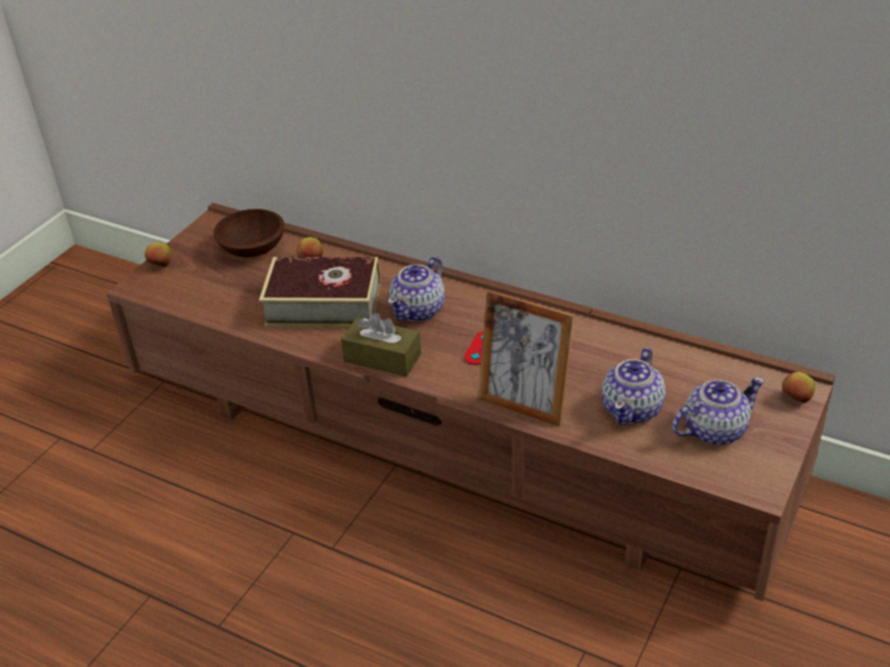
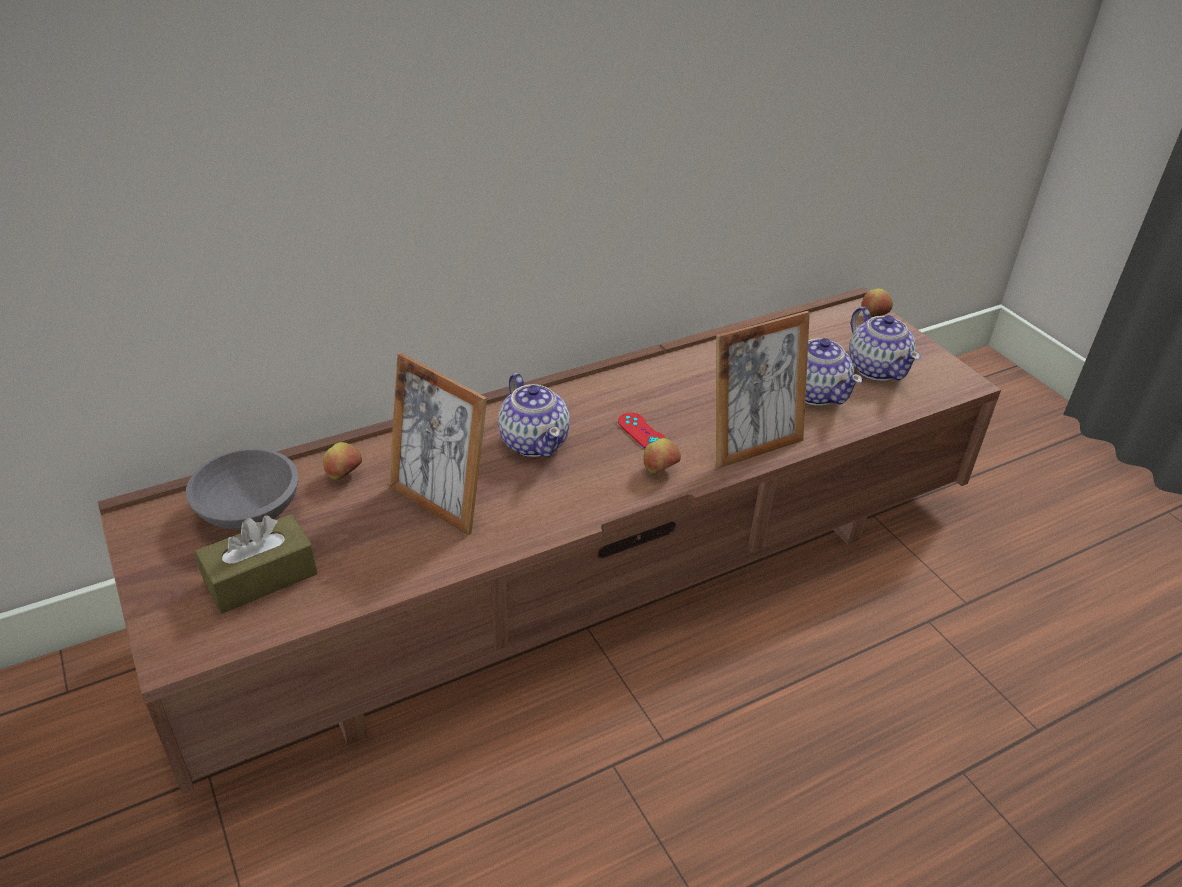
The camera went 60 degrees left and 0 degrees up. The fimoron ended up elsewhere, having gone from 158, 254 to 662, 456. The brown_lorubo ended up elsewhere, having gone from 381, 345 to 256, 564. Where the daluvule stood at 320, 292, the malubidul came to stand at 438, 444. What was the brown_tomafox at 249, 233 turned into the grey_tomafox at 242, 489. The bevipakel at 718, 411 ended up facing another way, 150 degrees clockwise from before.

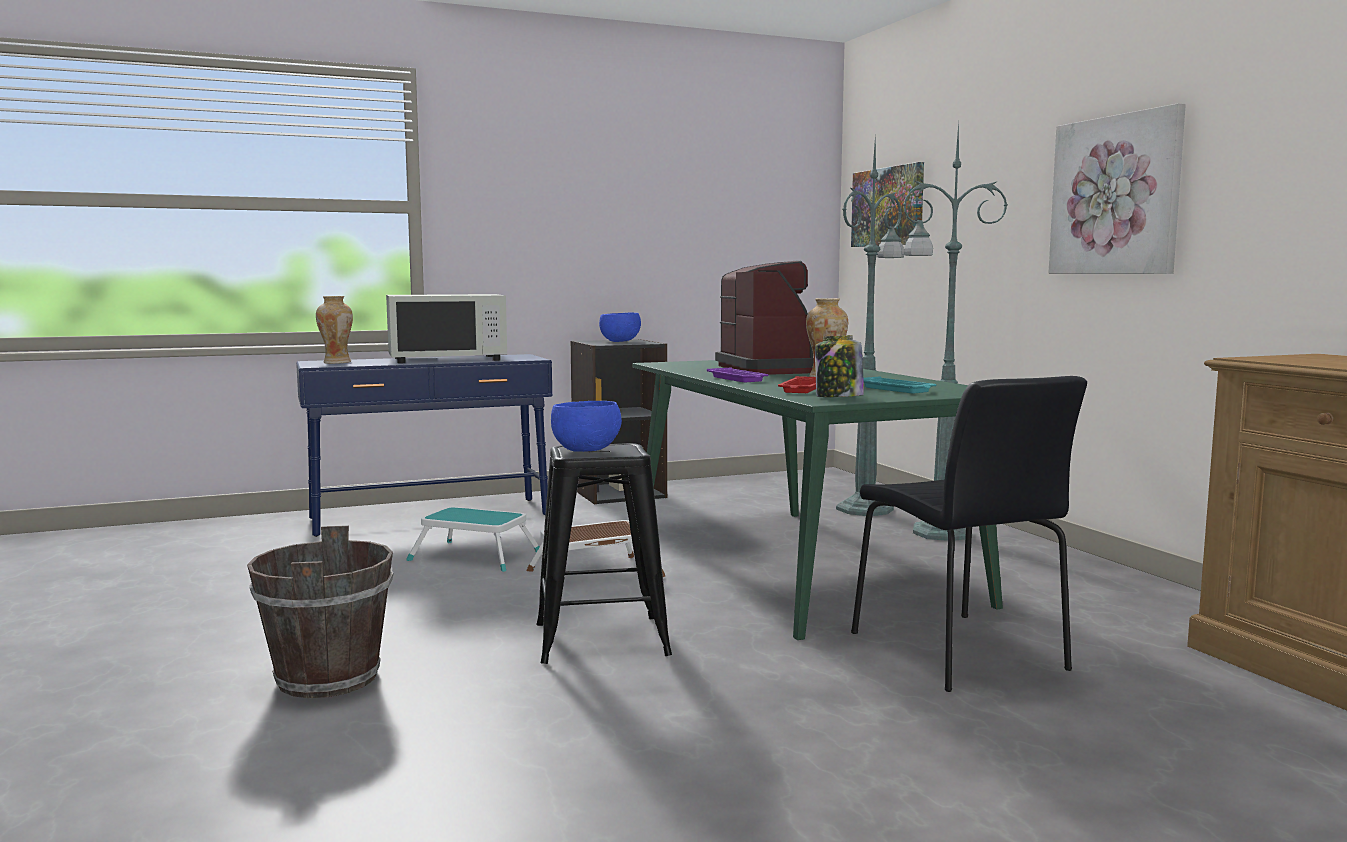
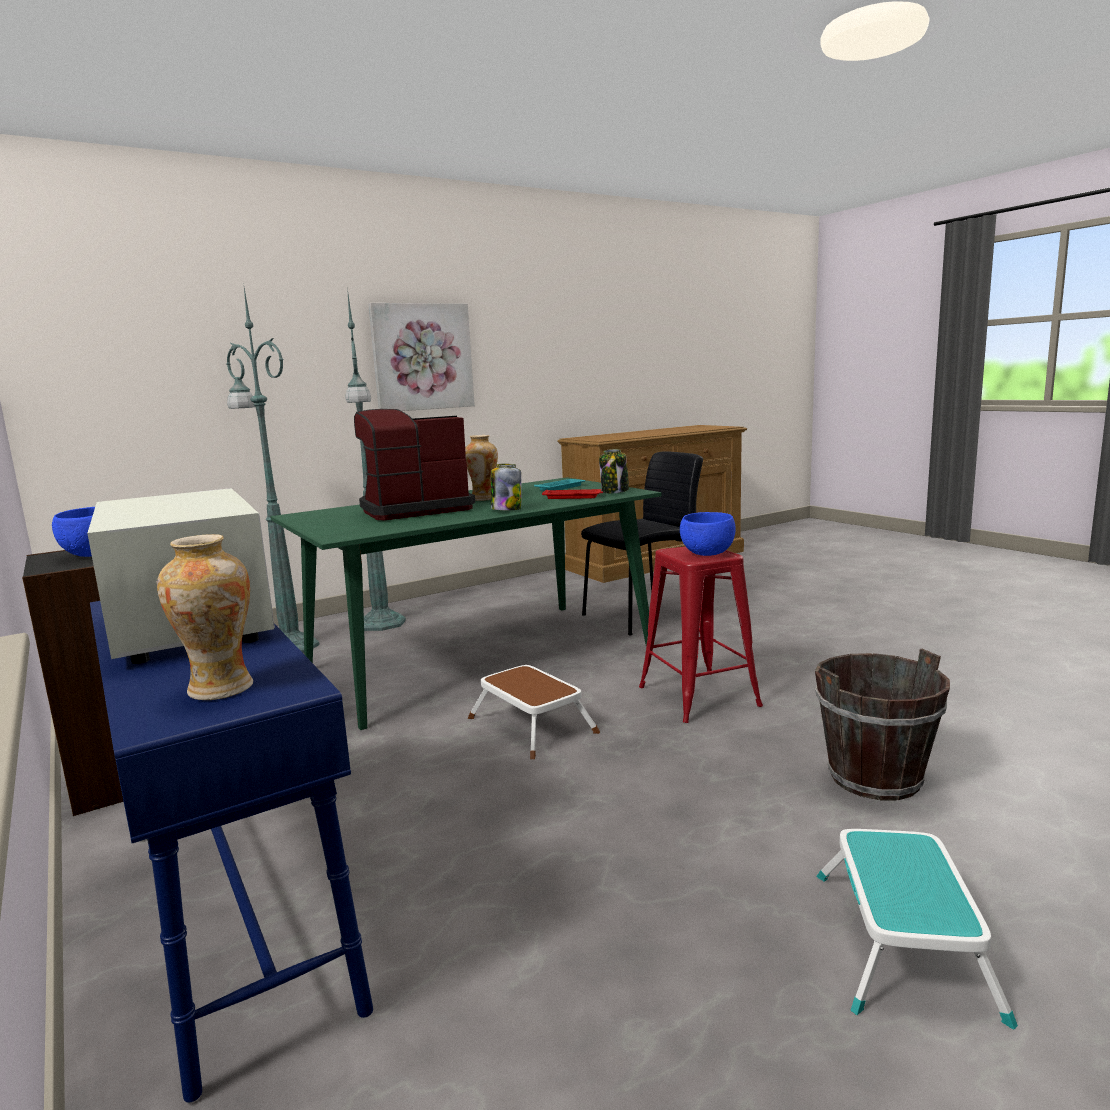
The camera went 100 degrees left and 5 degrees up. The second view lost the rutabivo at 887, 204. The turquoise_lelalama ended up elsewhere, having gone from 472, 539 to 917, 929. Where the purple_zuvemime stood at 738, 375, the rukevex came to stand at 506, 487. What was the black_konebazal at 604, 553 turned into the red_konebazal at 701, 634.

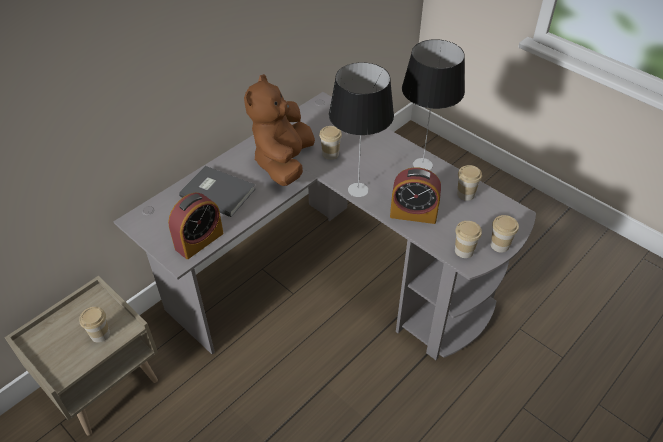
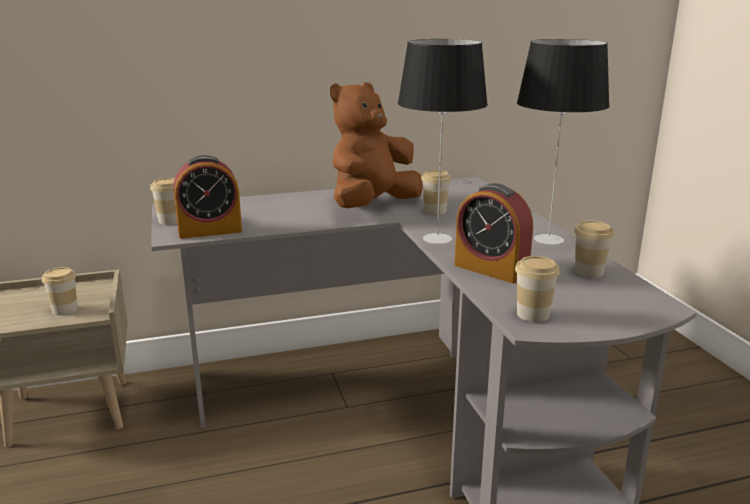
The camera went 30 degrees right and 25 degrees down. The second view lost the grey_daluvule at 217, 191. The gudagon ended up elsewhere, having gone from 504, 234 to 163, 201.

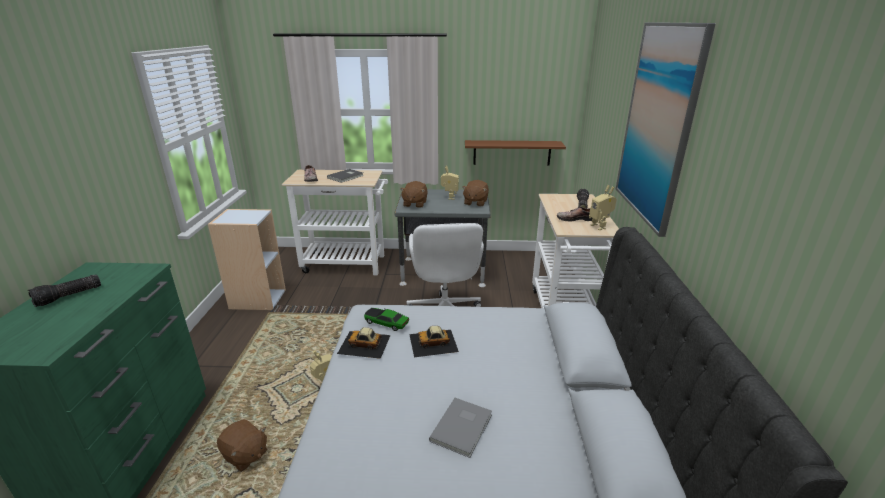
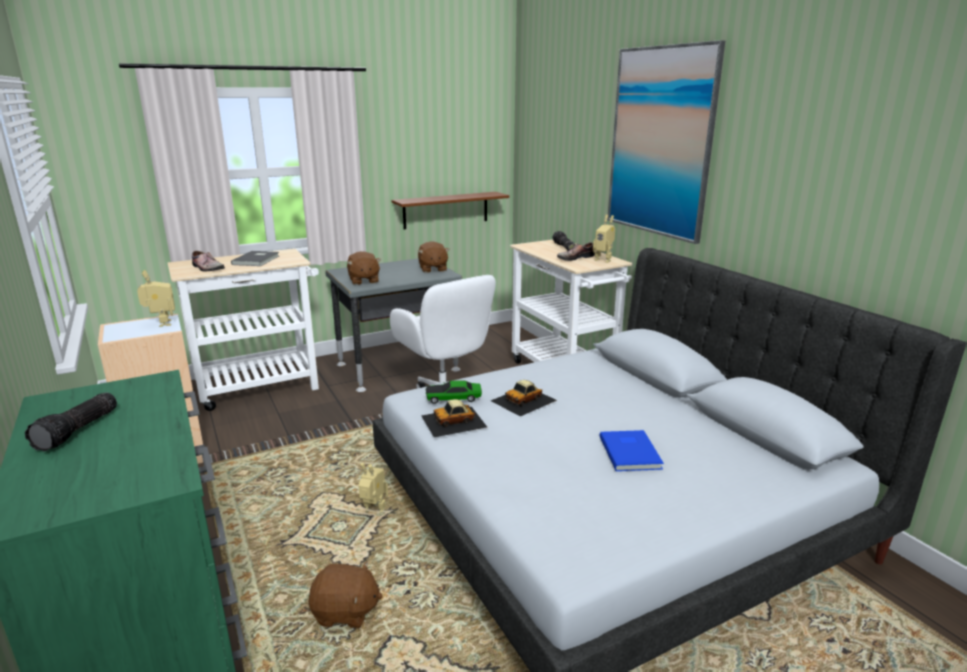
The camera went 30 degrees left and 5 degrees down. The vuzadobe ended up elsewhere, having gone from 450, 183 to 156, 298. What was the grey_daluvule at 460, 428 turned into the blue_daluvule at 631, 450.

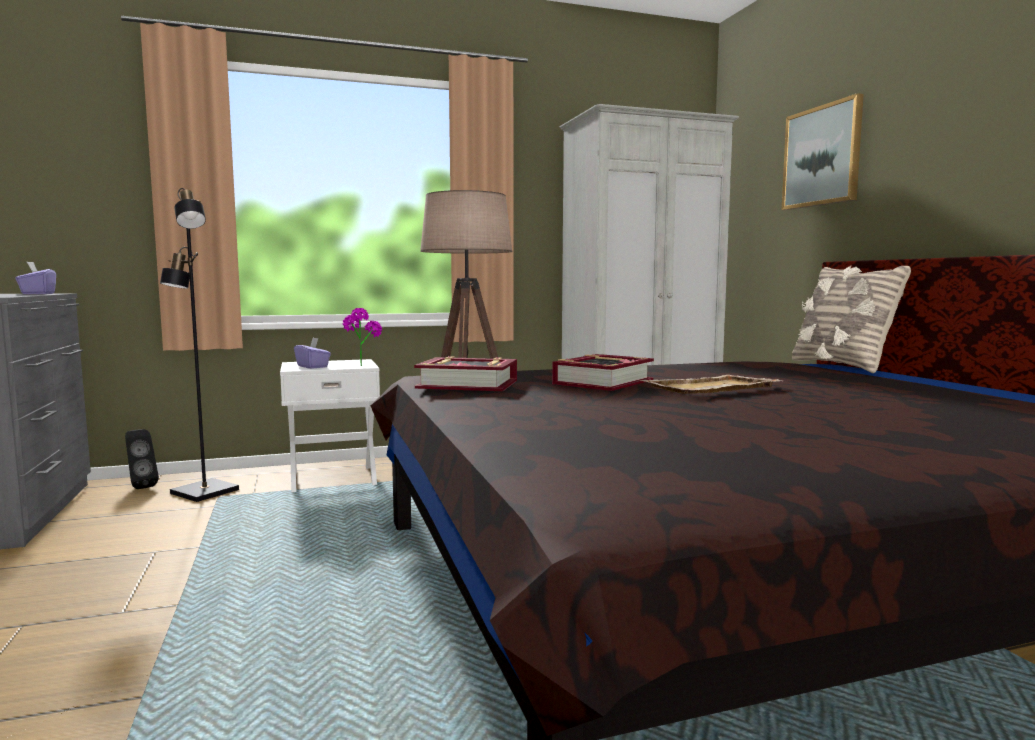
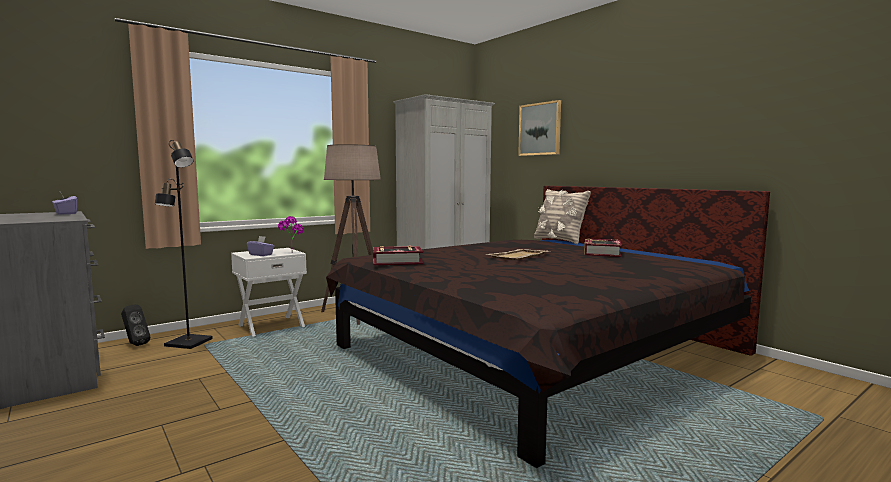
The camera went 20 degrees left and 0 degrees up. The daluvule ended up elsewhere, having gone from 603, 372 to 603, 248.

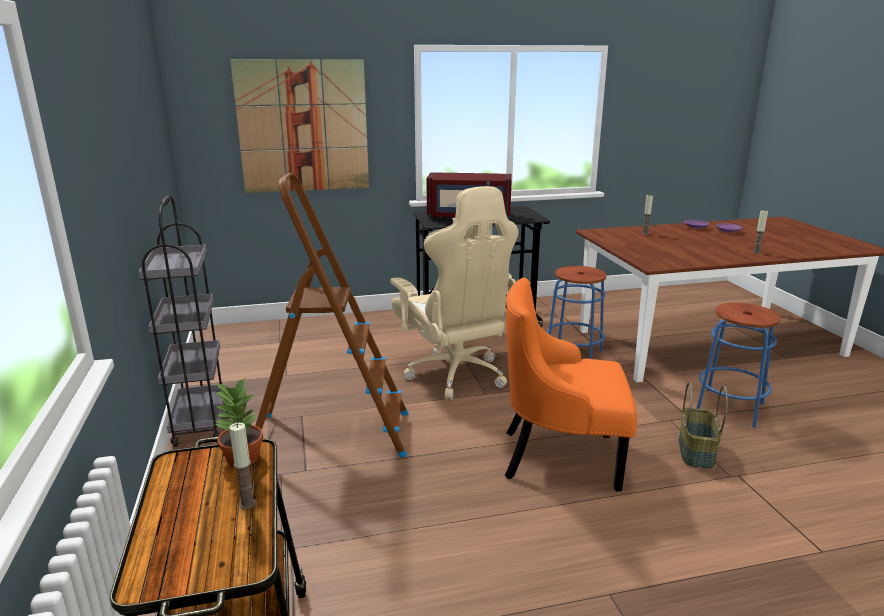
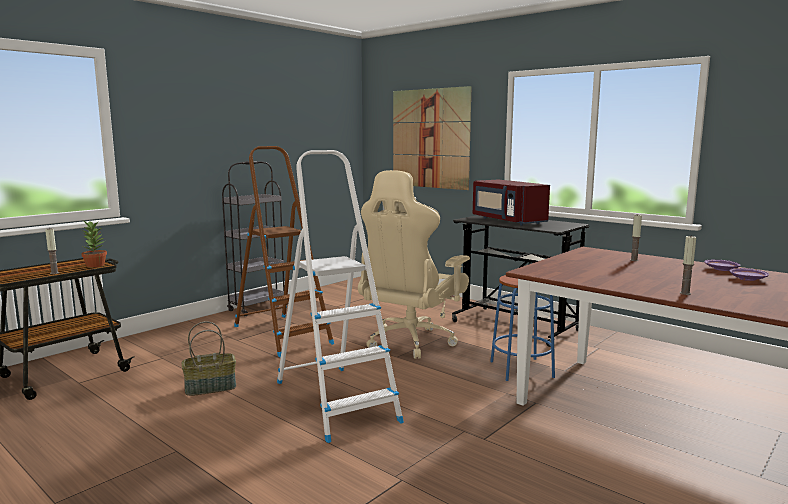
The camera went 55 degrees right and 10 degrees down. The second view lost the blue_konebazal at 738, 365. The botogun ended up elsewhere, having gone from 703, 425 to 208, 358. Where the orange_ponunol stood at 571, 384, the white_lelalama came to stand at 340, 296.

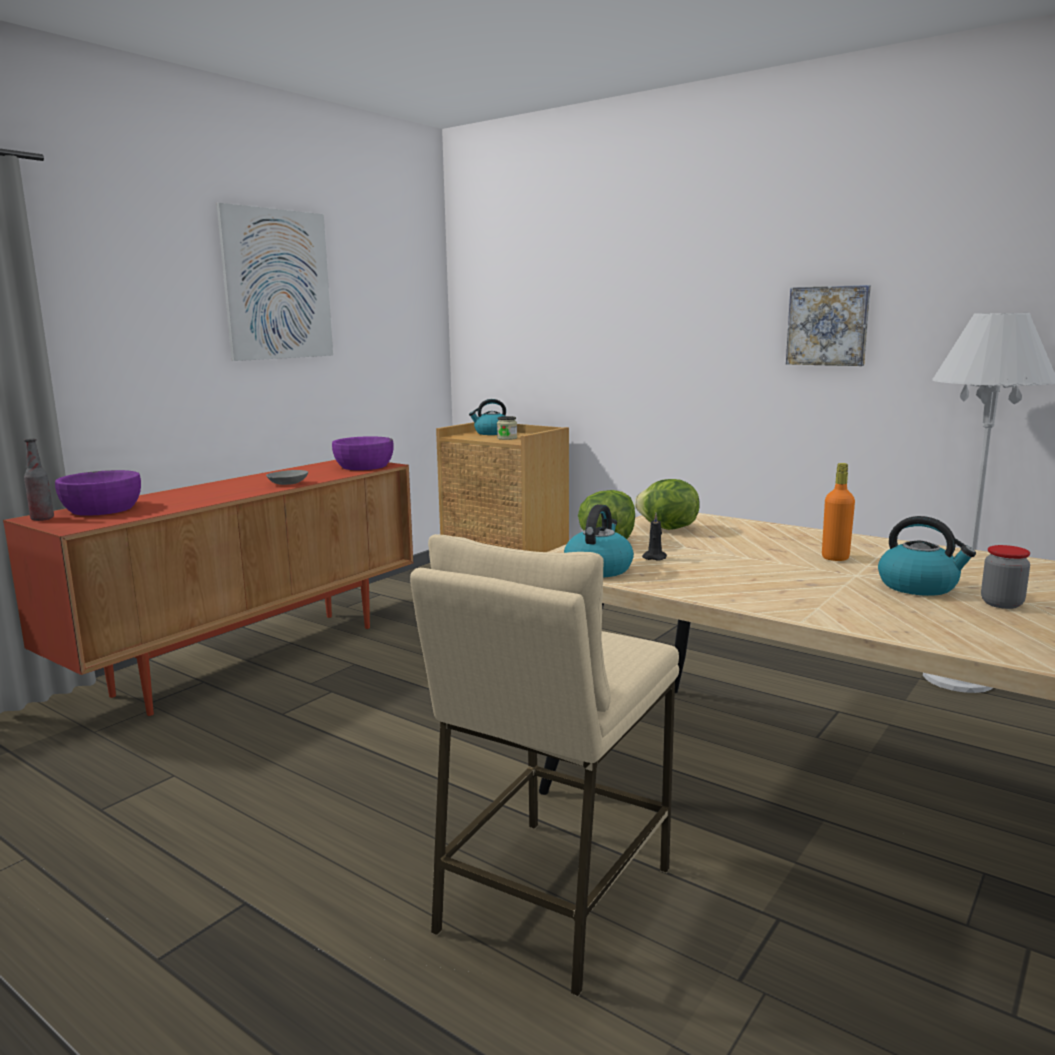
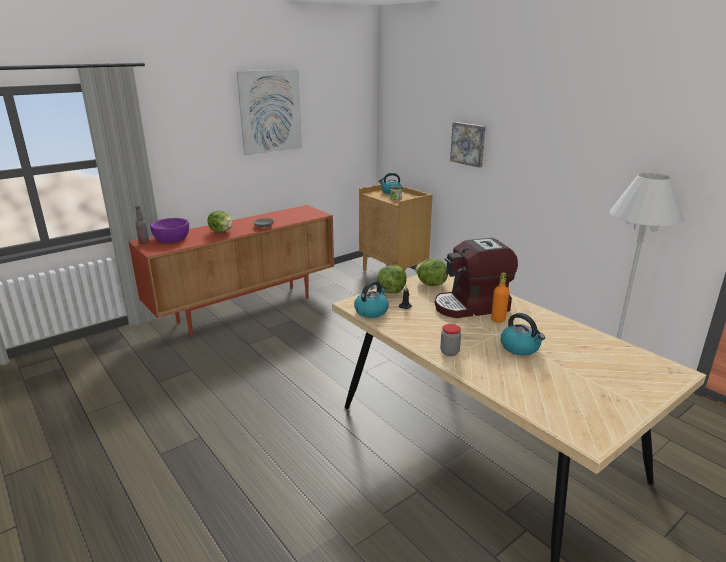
The camera went 15 degrees right and 10 degrees up. The second view lost the purple_tomafox at 363, 453. The second view lost the beige_konebazal at 544, 765. The second view gained the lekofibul at 220, 221. The second view gained the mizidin at 476, 278. The rutabivo ended up elsewhere, having gone from 828, 325 to 468, 144. The rukevex ended up elsewhere, having gone from 1005, 577 to 450, 340.

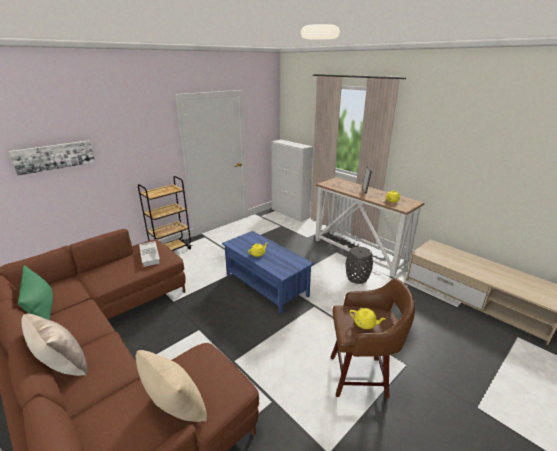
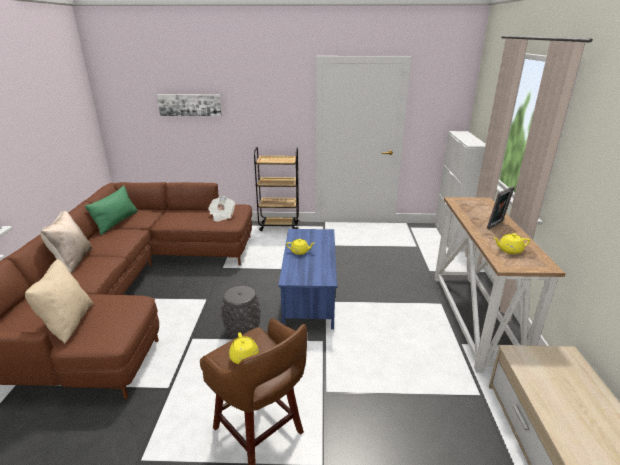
The camera went 45 degrees right and 0 degrees up. The grey_konebazal ended up elsewhere, having gone from 359, 265 to 241, 312. Where the white_zuvemime stood at 149, 254, the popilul came to stand at 221, 209.

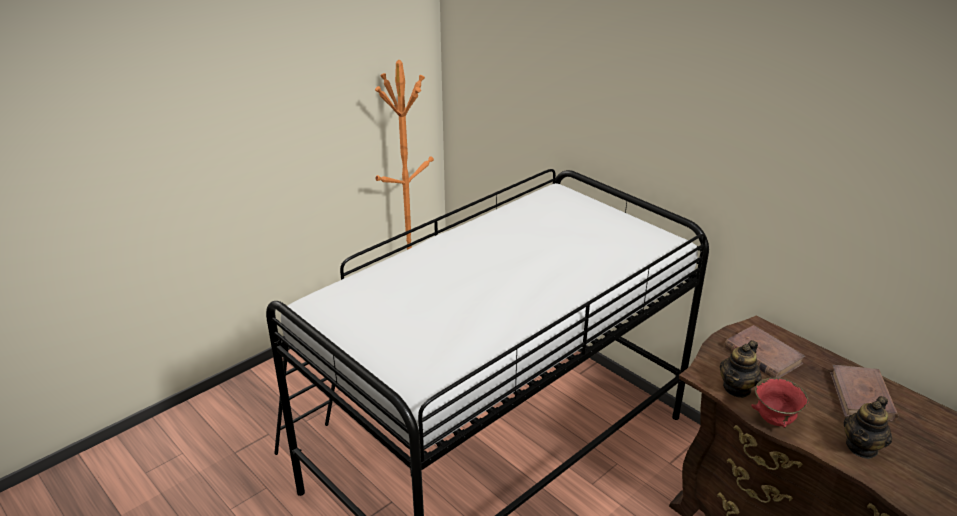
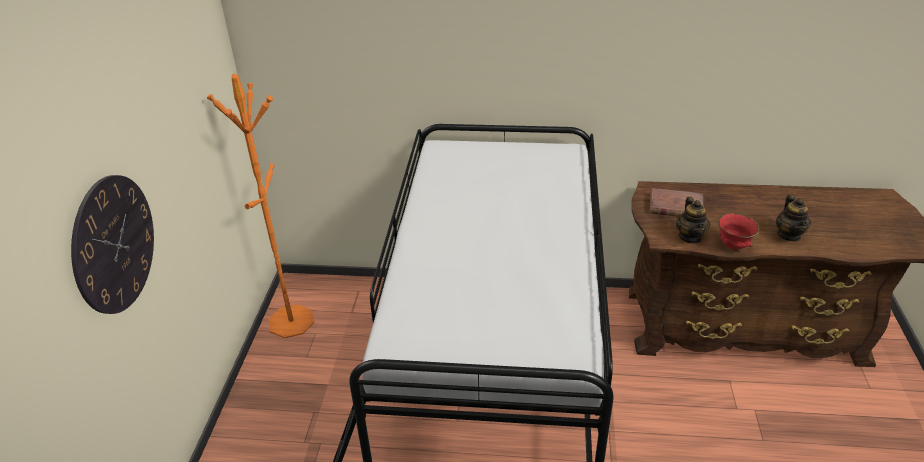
The camera went 40 degrees left and 5 degrees up. The second view lost the brown_daluvule at 864, 393. The second view gained the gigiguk at 112, 244.

